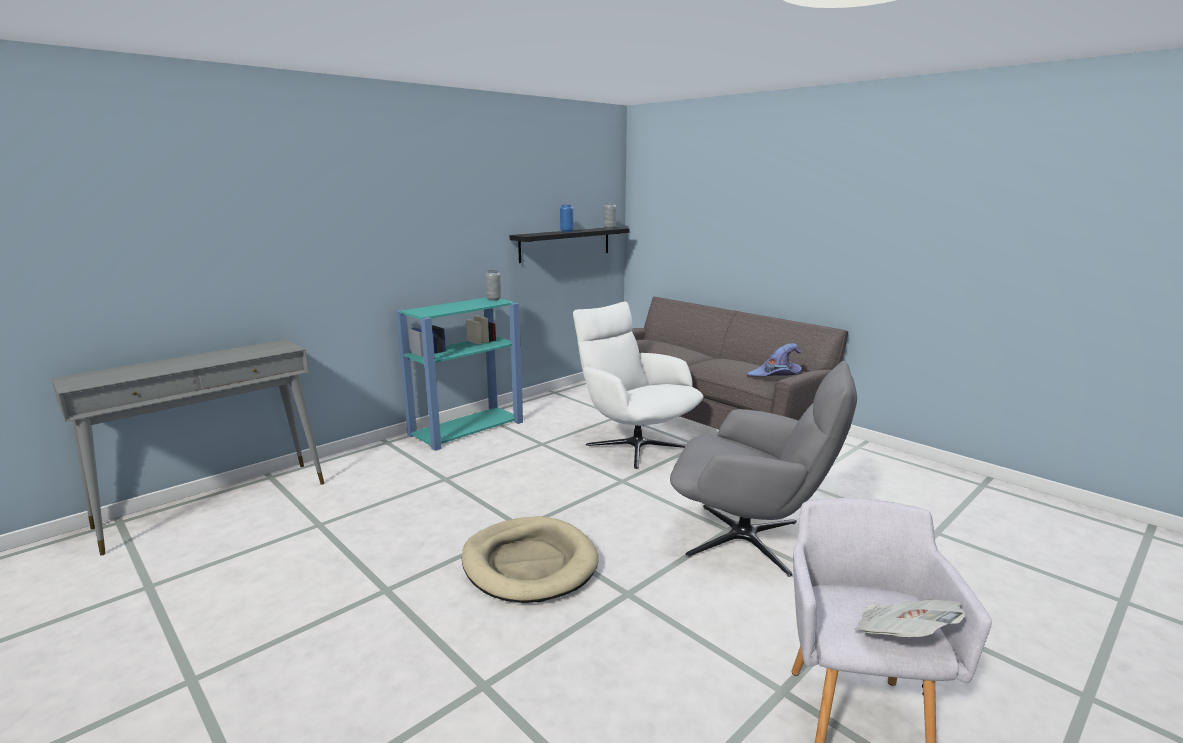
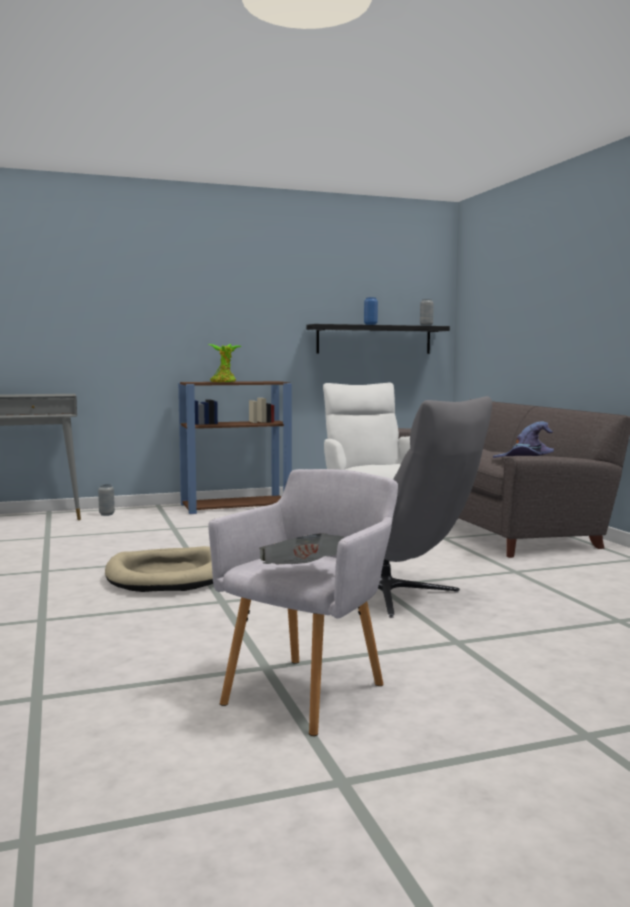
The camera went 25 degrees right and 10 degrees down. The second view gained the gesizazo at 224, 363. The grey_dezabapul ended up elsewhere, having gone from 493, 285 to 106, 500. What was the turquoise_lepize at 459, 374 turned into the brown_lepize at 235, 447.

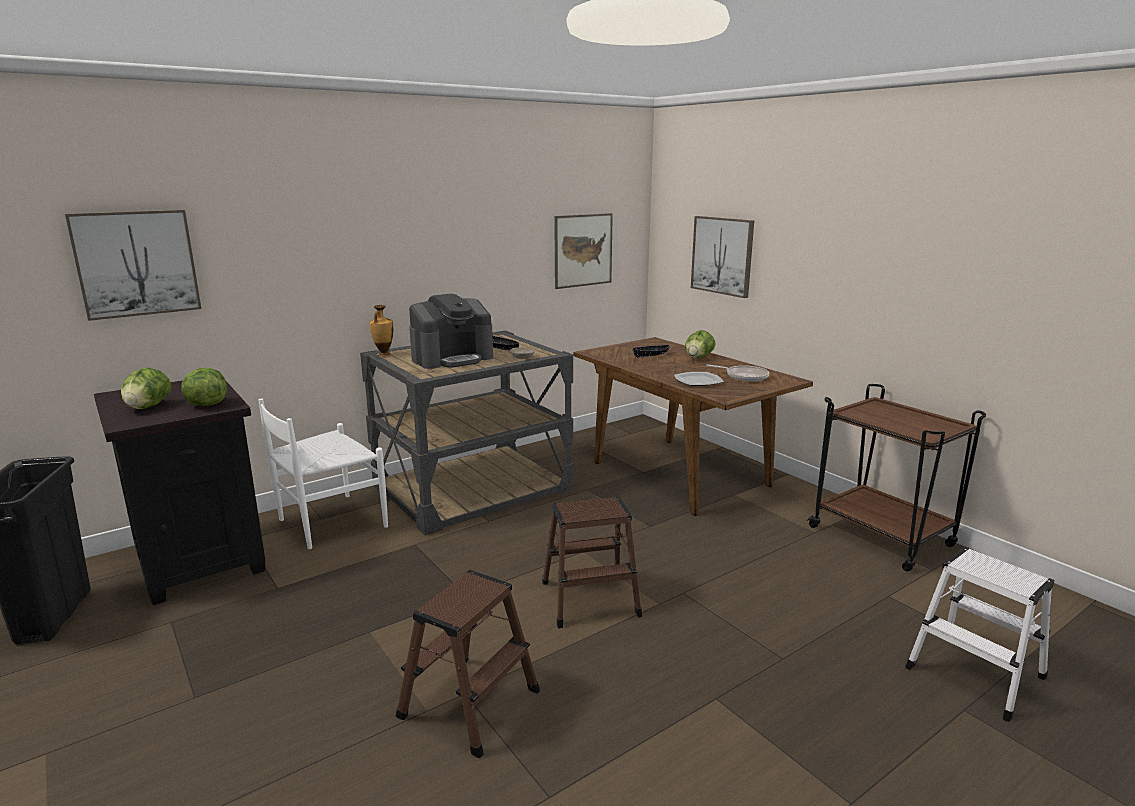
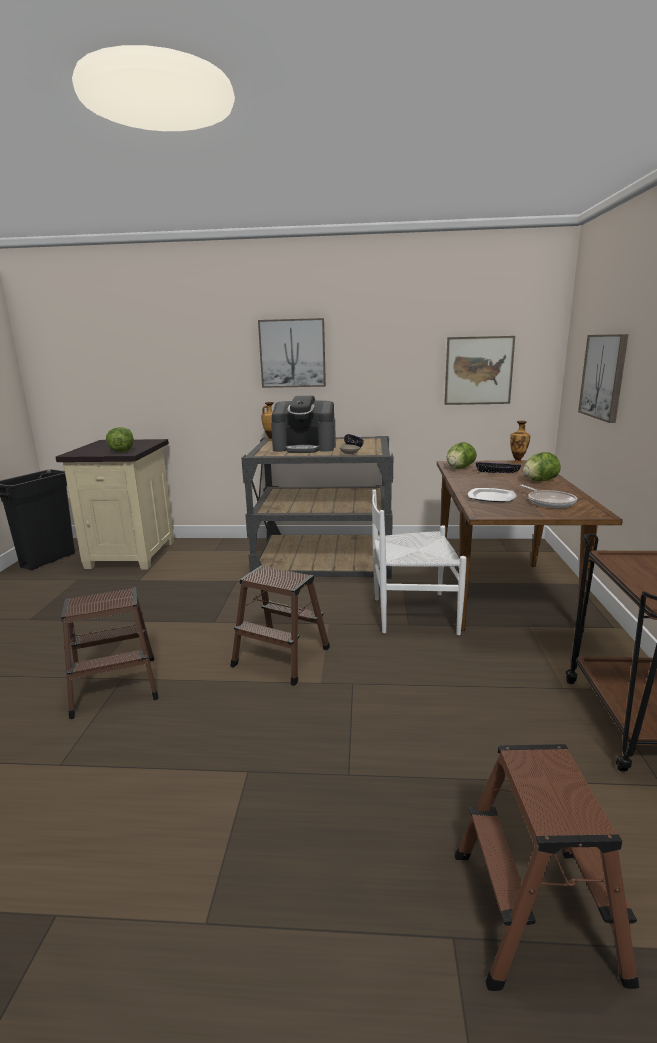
The camera went 40 degrees right and 0 degrees up. The second view gained the dezabapul at 520, 442. The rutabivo ended up elsewhere, having gone from 133, 265 to 292, 353. The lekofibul ended up elsewhere, having gone from 146, 388 to 462, 455. The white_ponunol ended up elsewhere, having gone from 323, 474 to 419, 562. What was the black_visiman at 179, 492 turned into the beige_visiman at 114, 504. What was the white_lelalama at 980, 634 turned into the brown_lelalama at 547, 867.

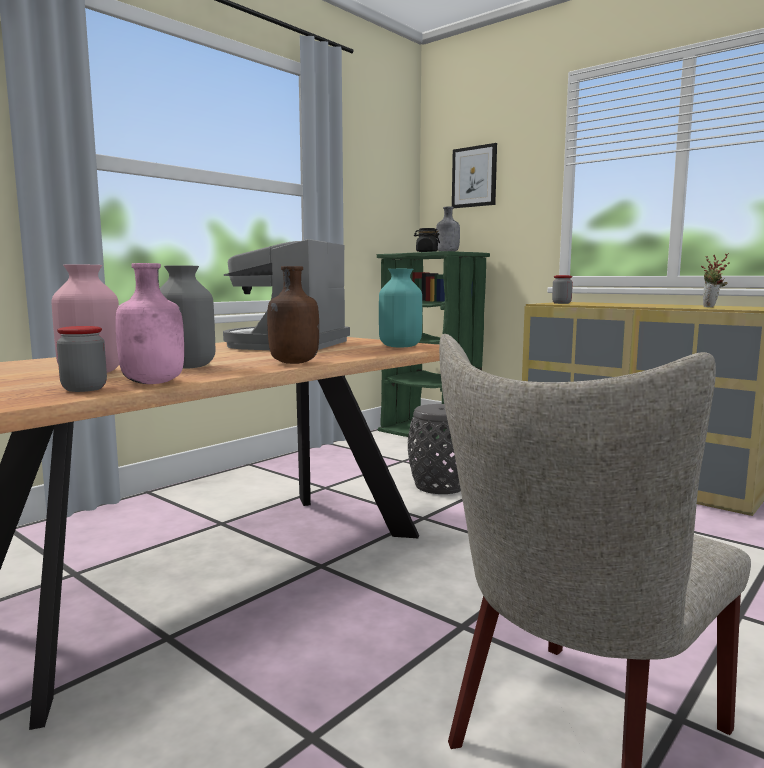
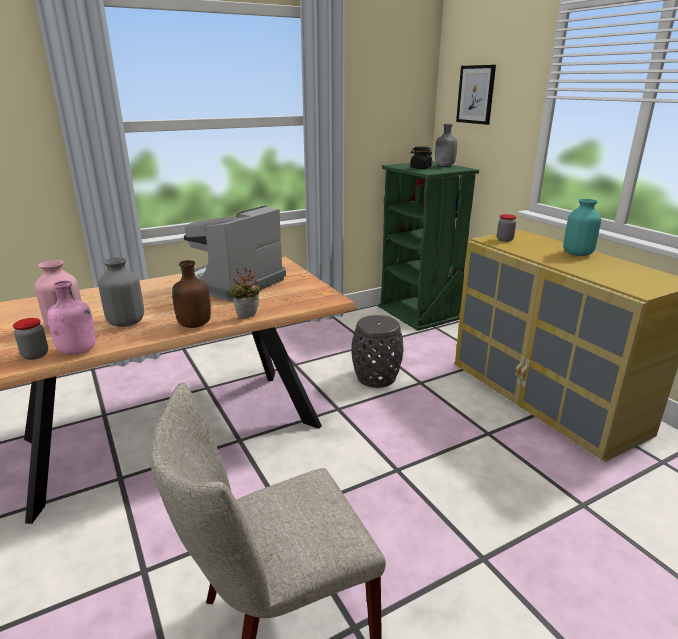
The camera went 20 degrees right and 15 degrees up. The turquoise_dezabapul ended up elsewhere, having gone from 400, 308 to 582, 227. The gesizazo ended up elsewhere, having gone from 715, 280 to 244, 293.

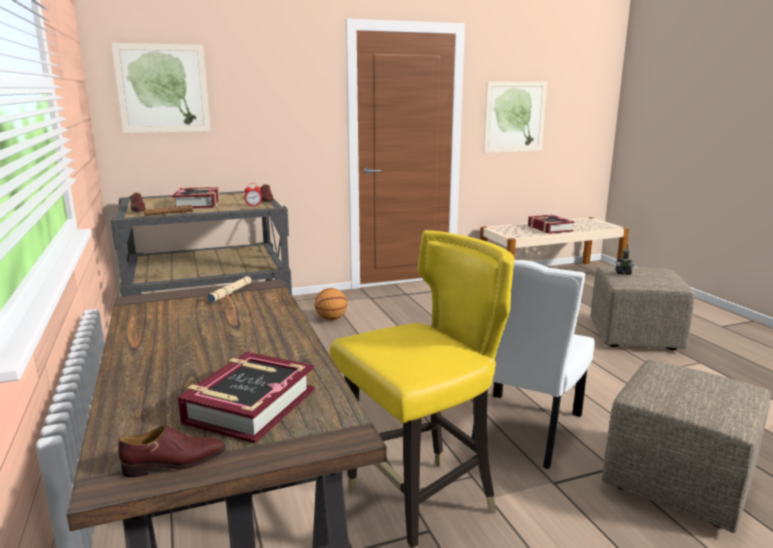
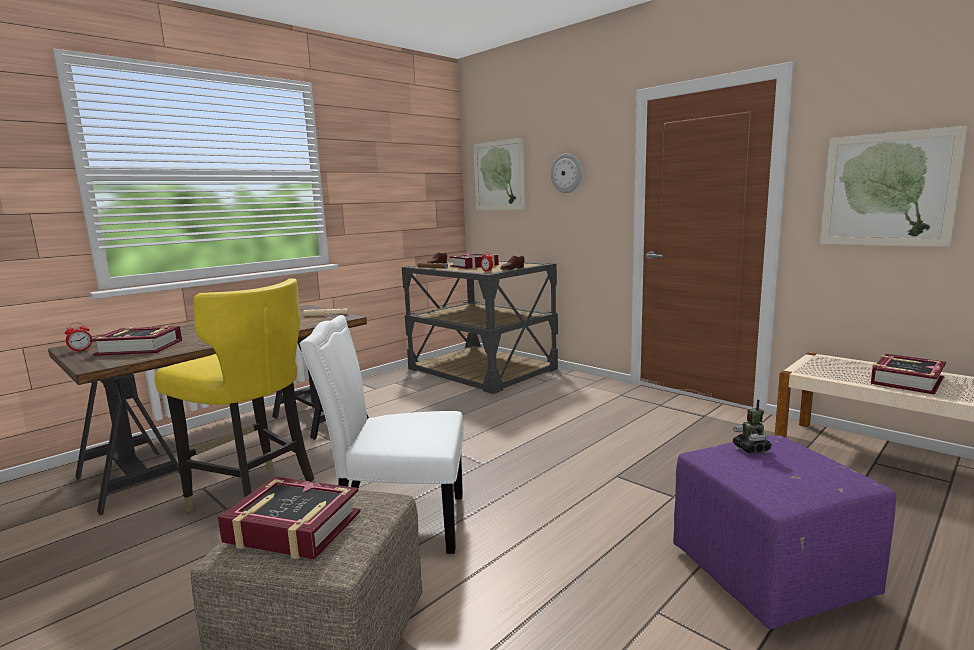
The camera went 65 degrees right and 5 degrees down. The second view lost the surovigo at 331, 304. The second view gained the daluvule at 289, 518. The second view gained the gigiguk at 566, 173. Where the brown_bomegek stood at 171, 451, the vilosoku came to stand at 78, 337. What was the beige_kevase at 642, 308 turned into the purple_kevase at 784, 532.

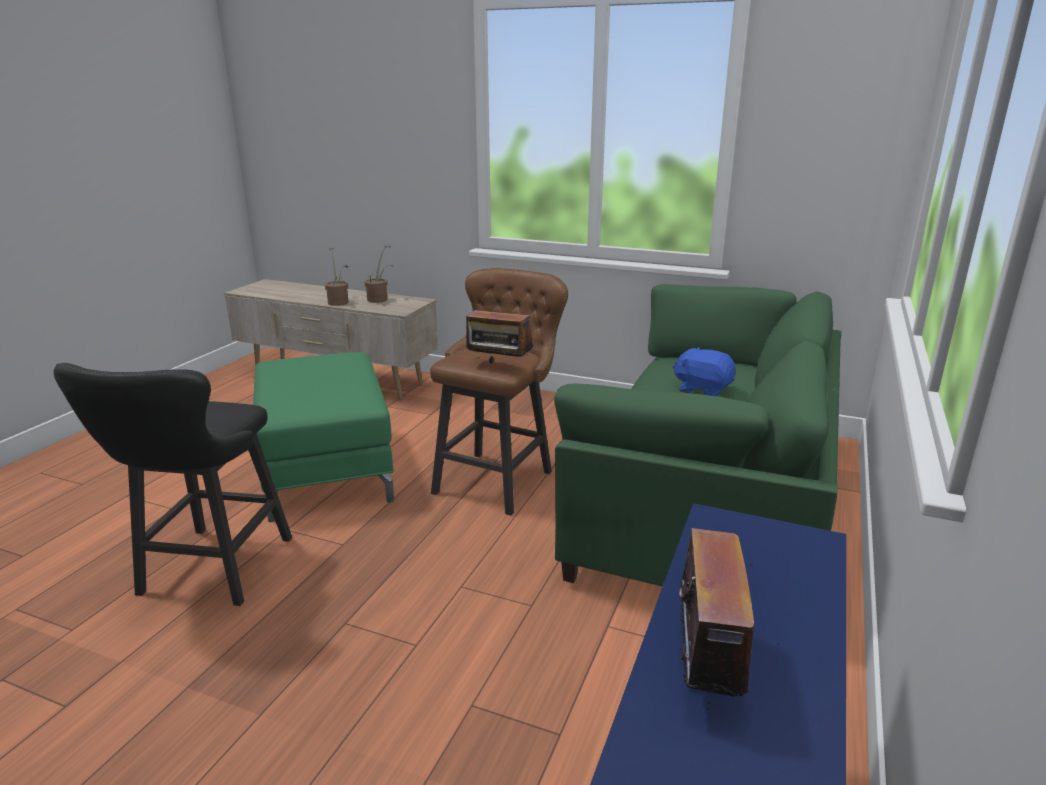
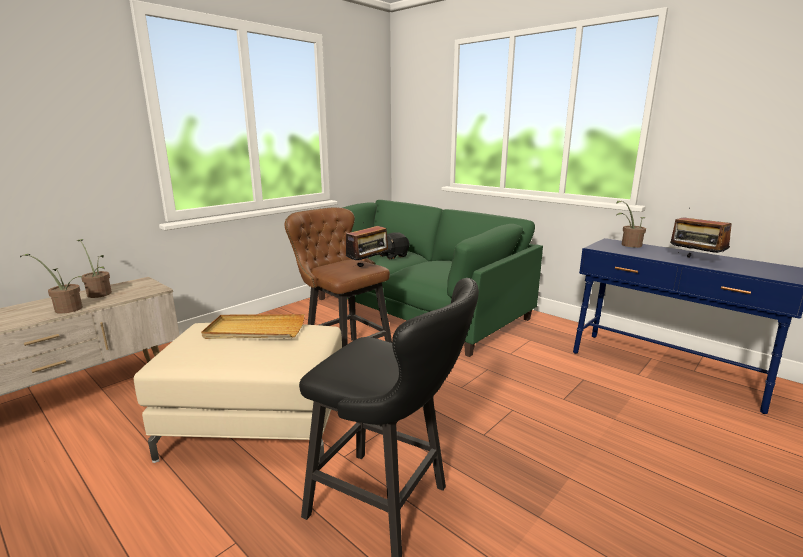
The camera went 70 degrees left and 5 degrees down. The second view gained the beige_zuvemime at 253, 326. The second view gained the gesizazo at 631, 224. What was the green_kevase at 323, 437 turned into the beige_kevase at 238, 395. What was the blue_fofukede at 704, 371 turned into the black_fofukede at 394, 245. The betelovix at 721, 621 ended up facing another way, 150 degrees counterclockwise from before.

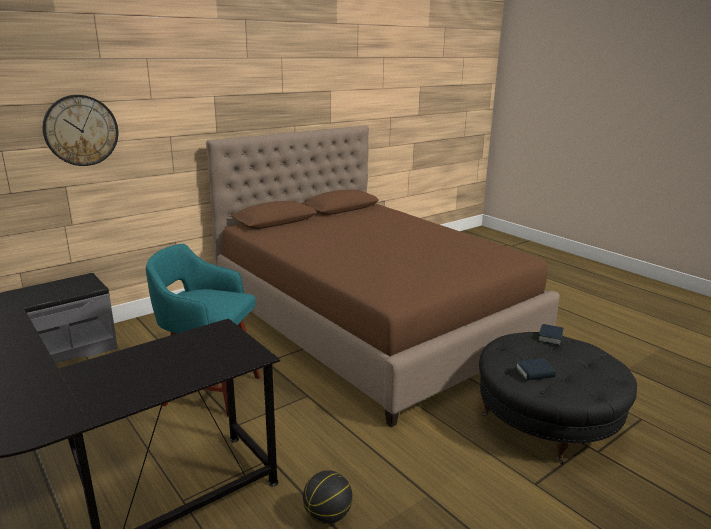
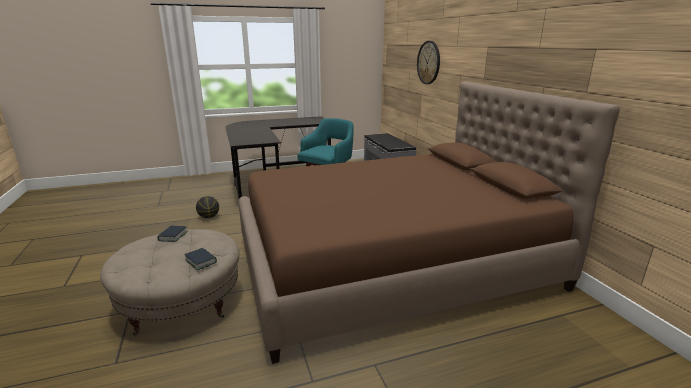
The camera went 110 degrees right and 0 degrees up. What was the black_kevase at 558, 398 turned into the beige_kevase at 170, 282.

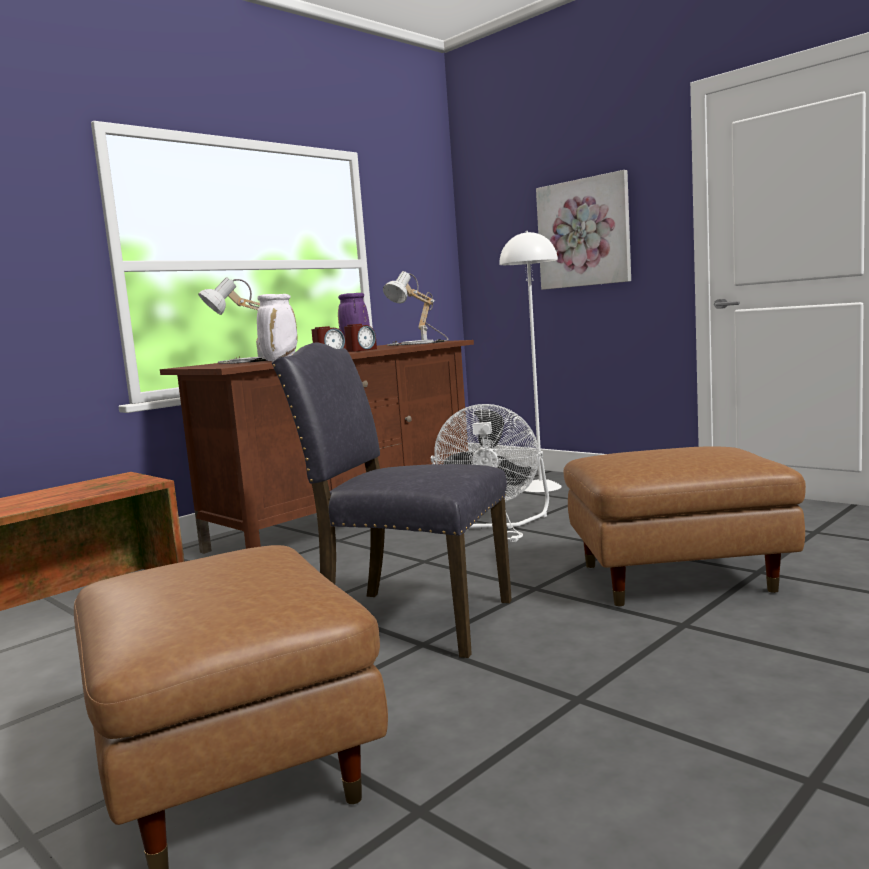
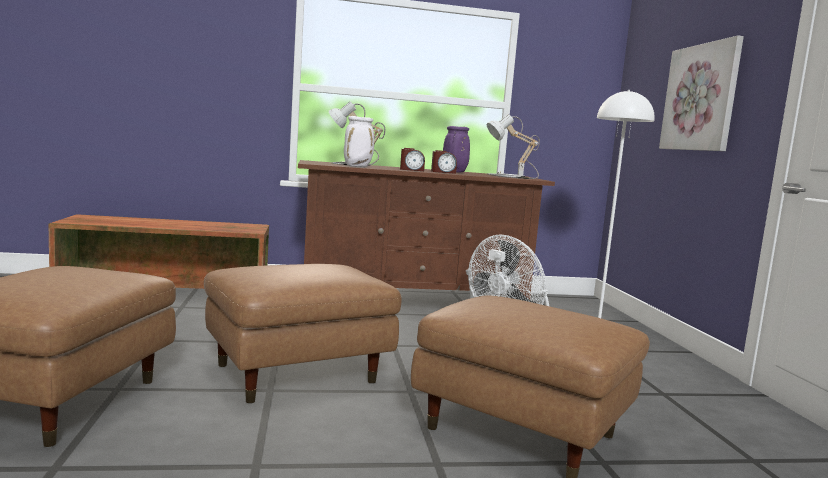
The camera went 35 degrees right and 0 degrees up. Where the grey_ponunol stood at 392, 500, the brown_kevase came to stand at 303, 334.

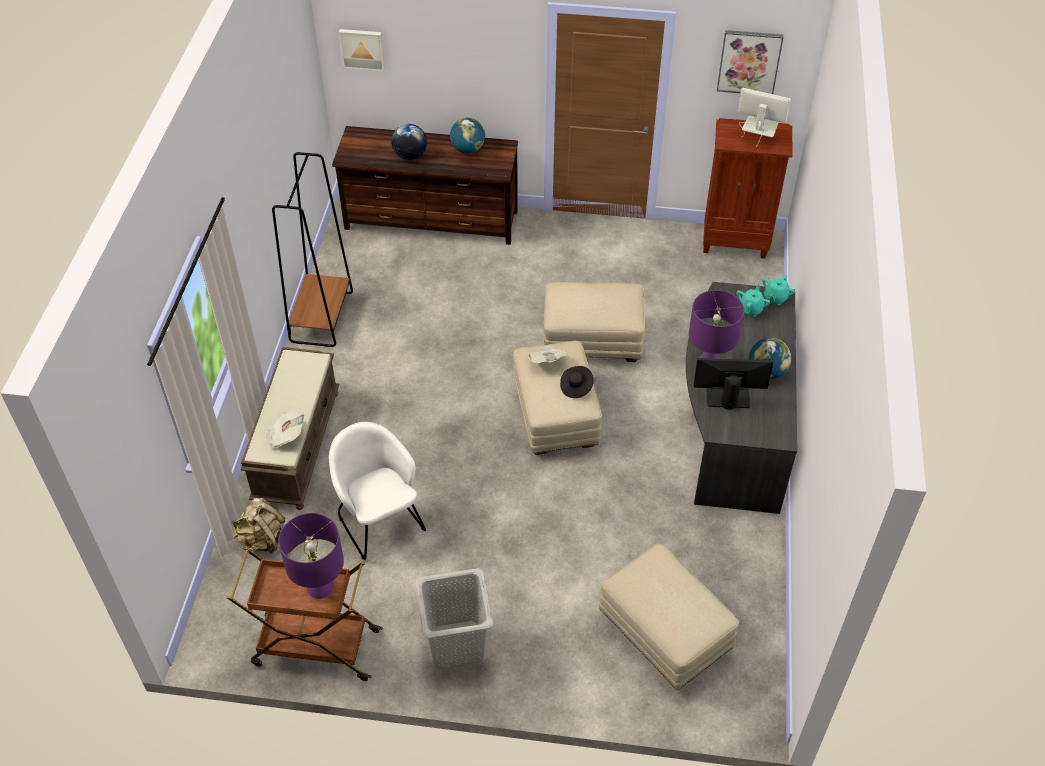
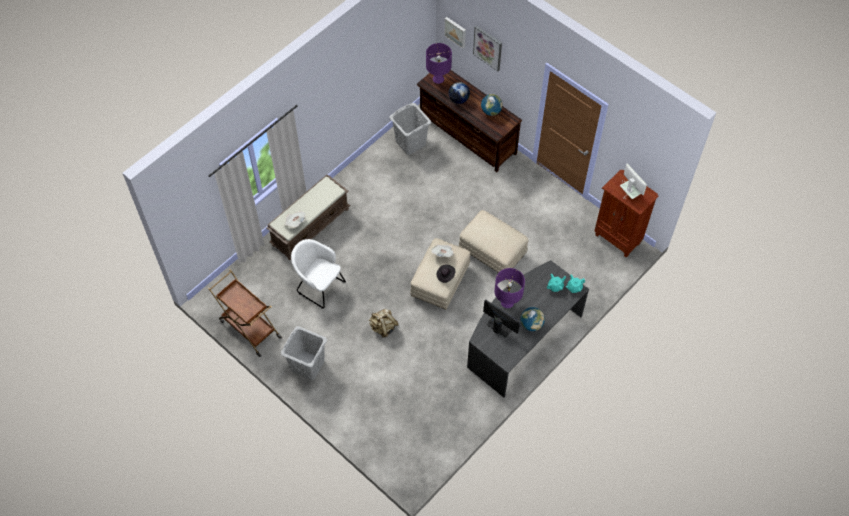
The camera went 35 degrees right and 10 degrees up. The second view lost the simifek at 312, 249. The second view lost the beige_kevase at 669, 617. The second view gained the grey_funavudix at 410, 129. The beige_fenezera ended up elsewhere, having gone from 258, 526 to 384, 323. The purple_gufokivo ended up elsewhere, having gone from 311, 556 to 439, 63. The rutabivo ended up elsewhere, having gone from 750, 62 to 487, 48. The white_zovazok at 377, 491 ended up facing another way, 60 degrees counterclockwise from before.

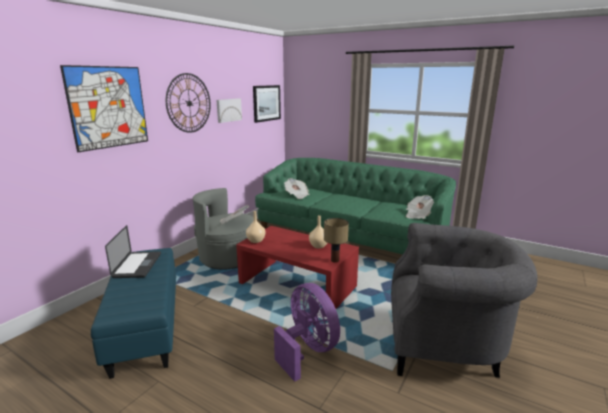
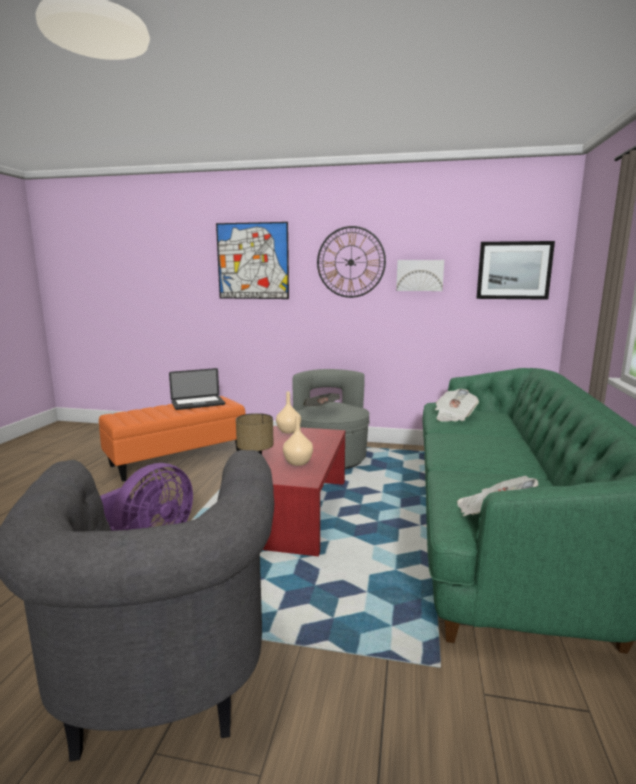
The camera went 70 degrees right and 5 degrees down. What was the blue_kevase at 133, 313 turned into the orange_kevase at 172, 439.

